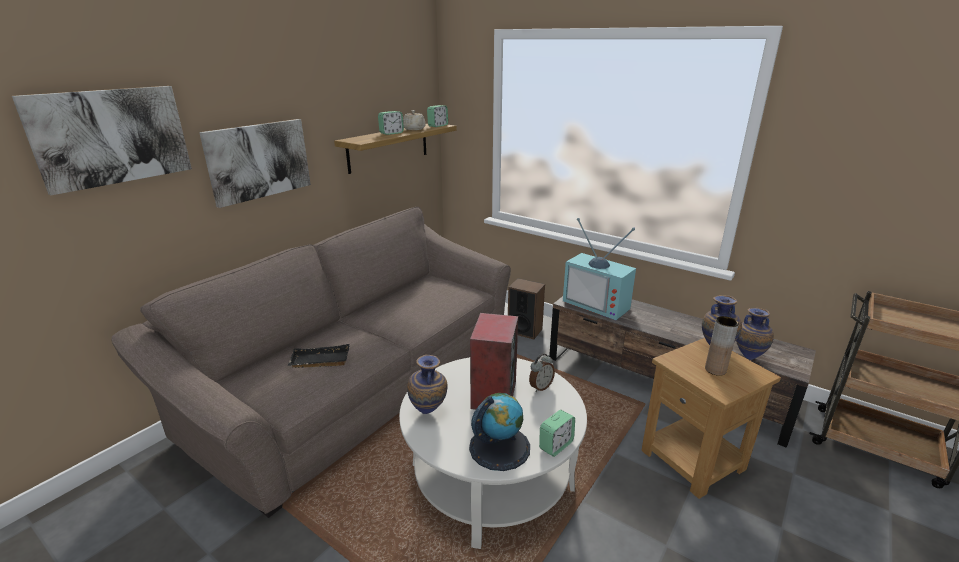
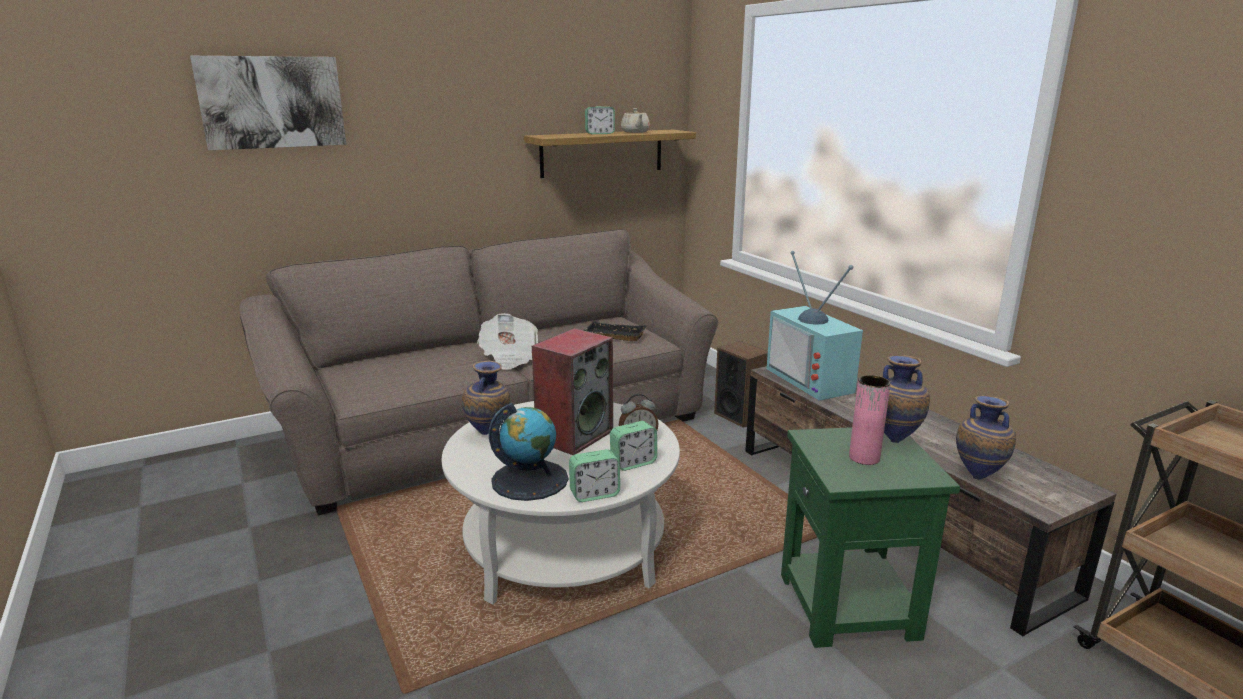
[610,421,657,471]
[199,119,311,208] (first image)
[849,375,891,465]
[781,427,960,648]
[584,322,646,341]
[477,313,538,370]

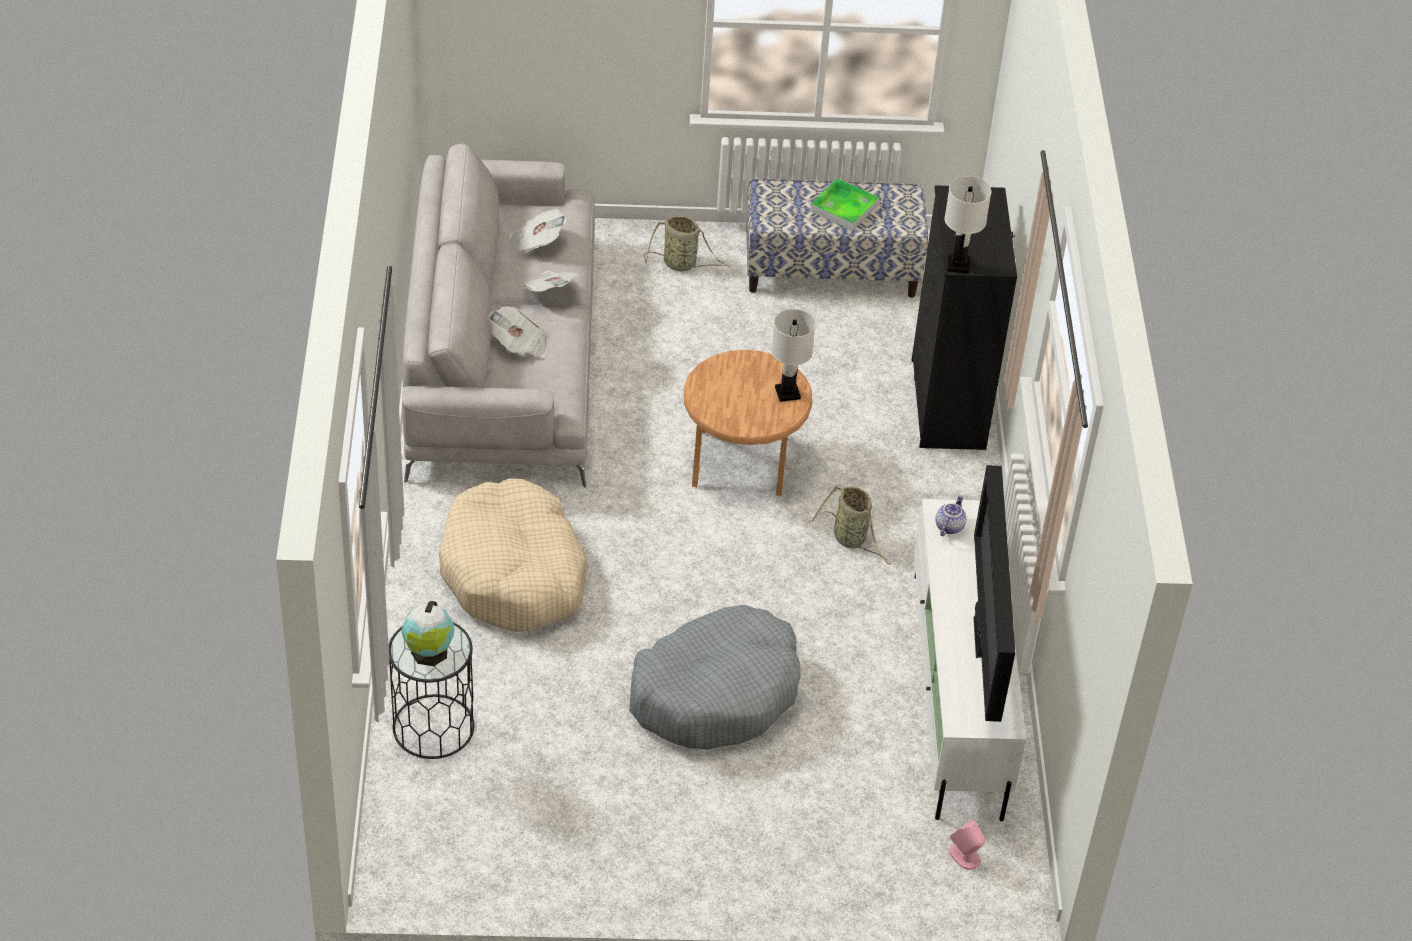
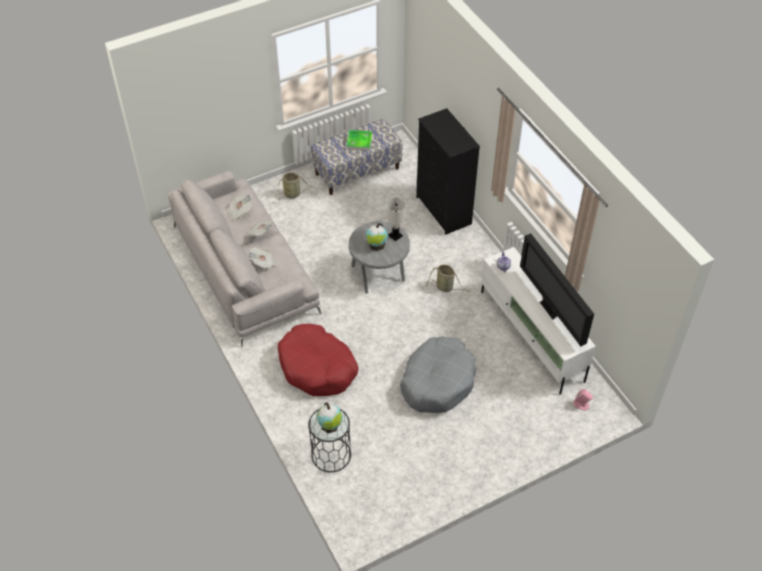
[944,176,991,274] (first image)
[349,221,410,294]
[278,324,358,396]
[366,223,388,251]

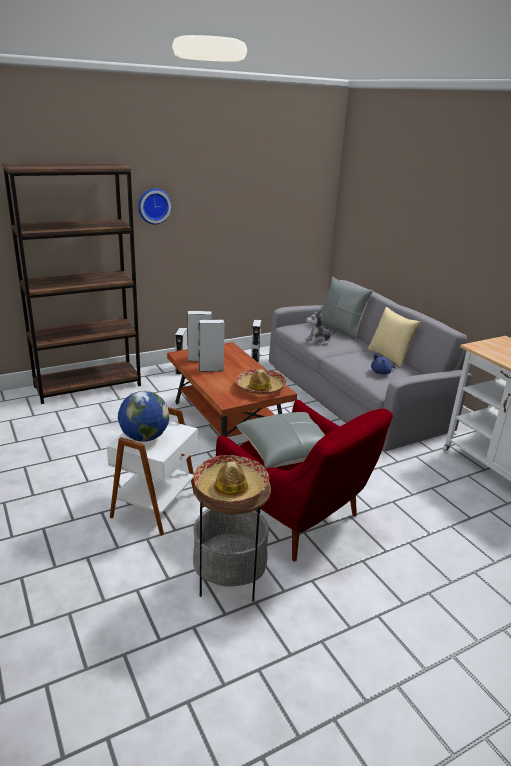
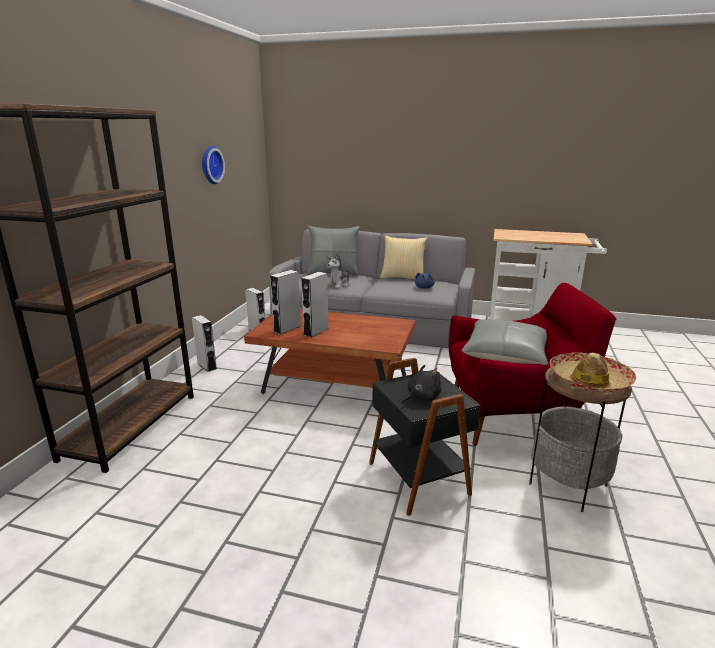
[202,146,225,184]
[235,369,286,395] (first image)
[401,365,441,404]
[369,358,481,516]

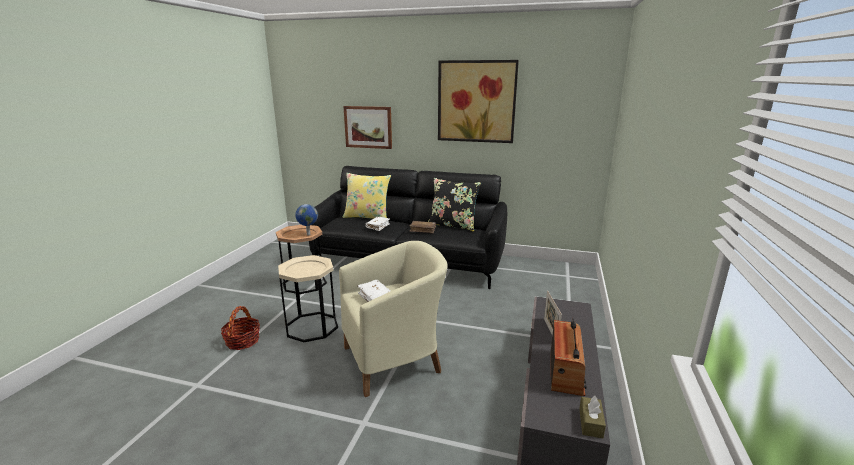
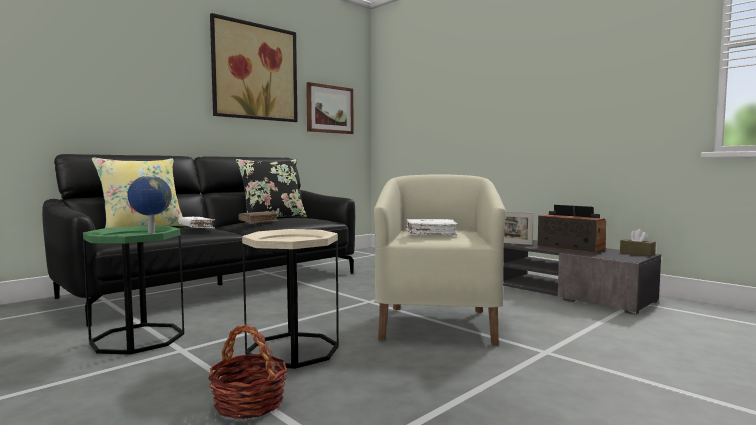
[306,82,354,134]
[83,226,184,354]

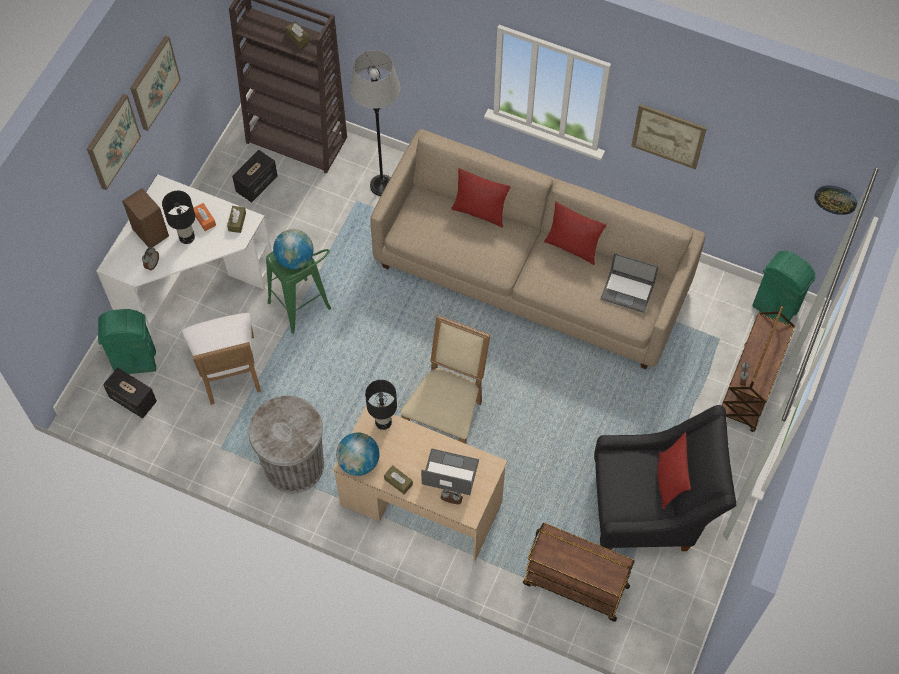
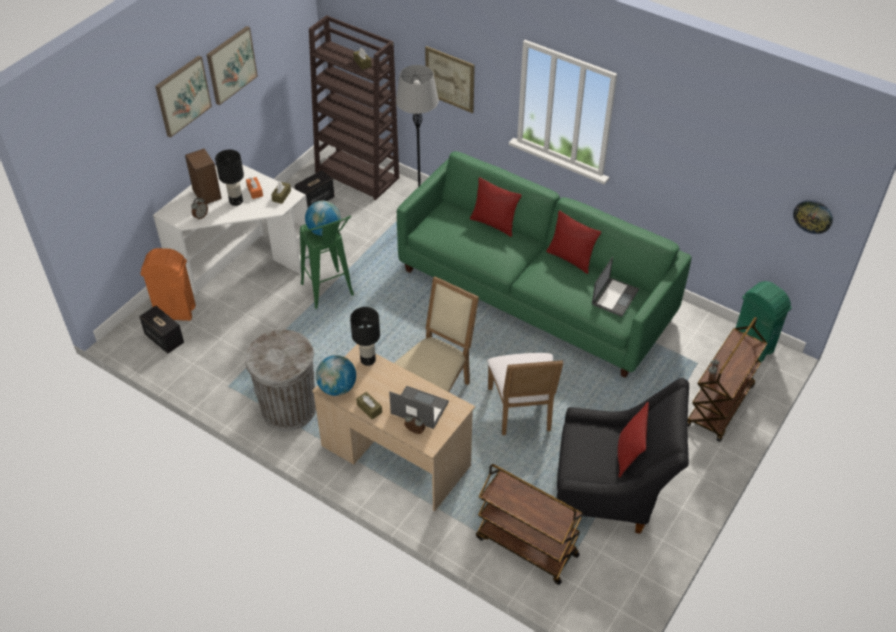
[425,46,475,113]
[397,151,692,378]
[592,257,639,317]
[140,248,196,321]
[487,353,563,435]

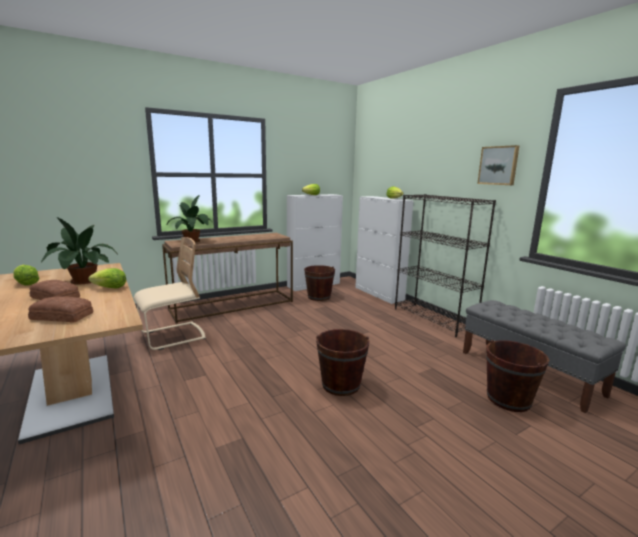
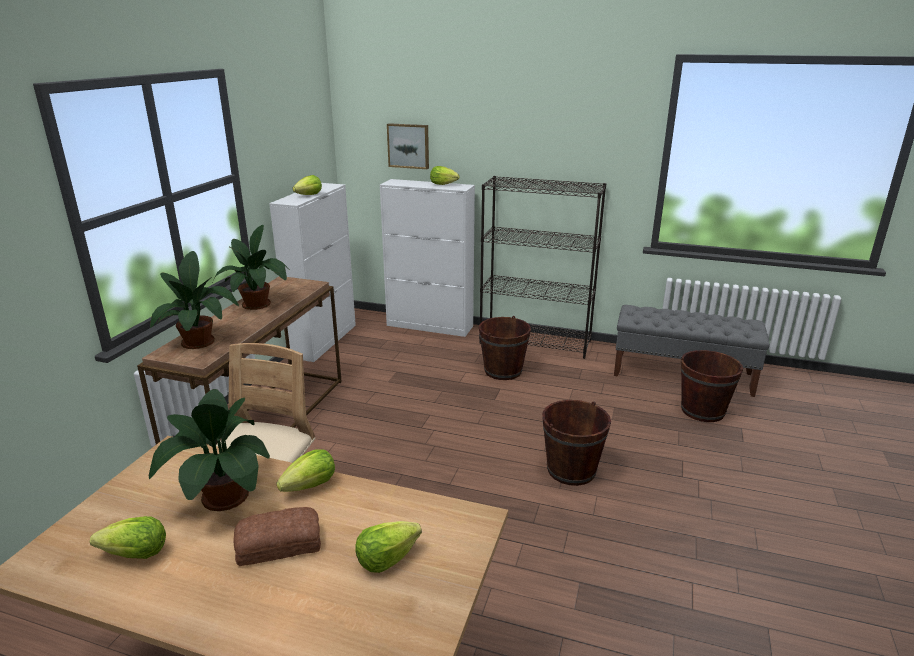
[387,123,429,169]
[479,316,531,380]
[355,521,422,573]
[212,225,290,310]

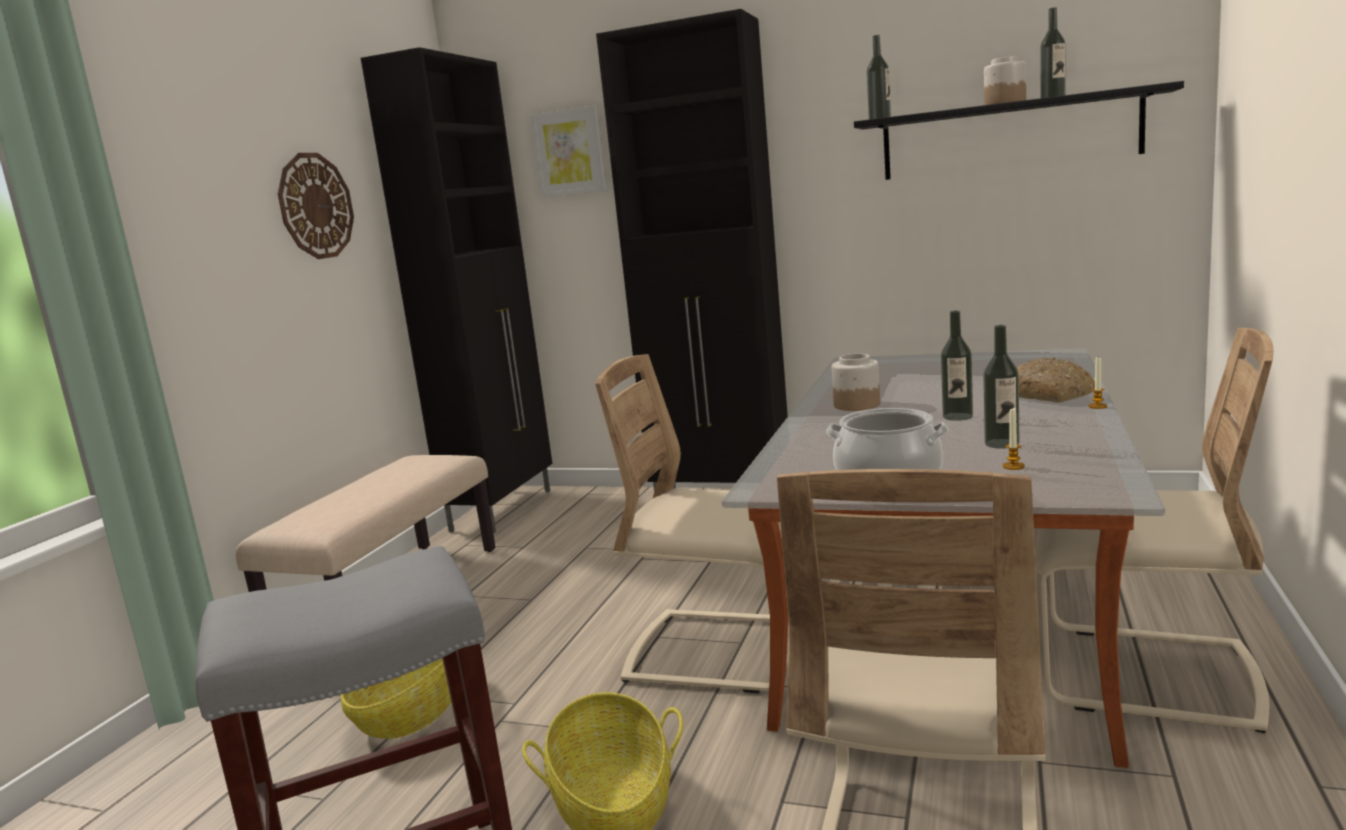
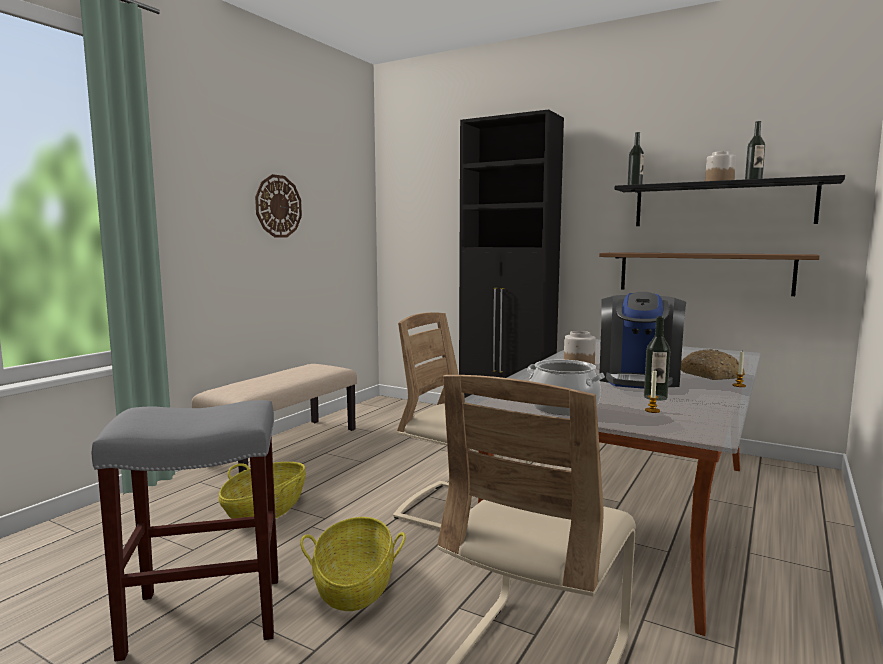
[361,47,552,534] (first image)
[530,106,606,198] (first image)
[599,292,686,389]
[1035,328,1274,733] (first image)
[599,252,820,296]

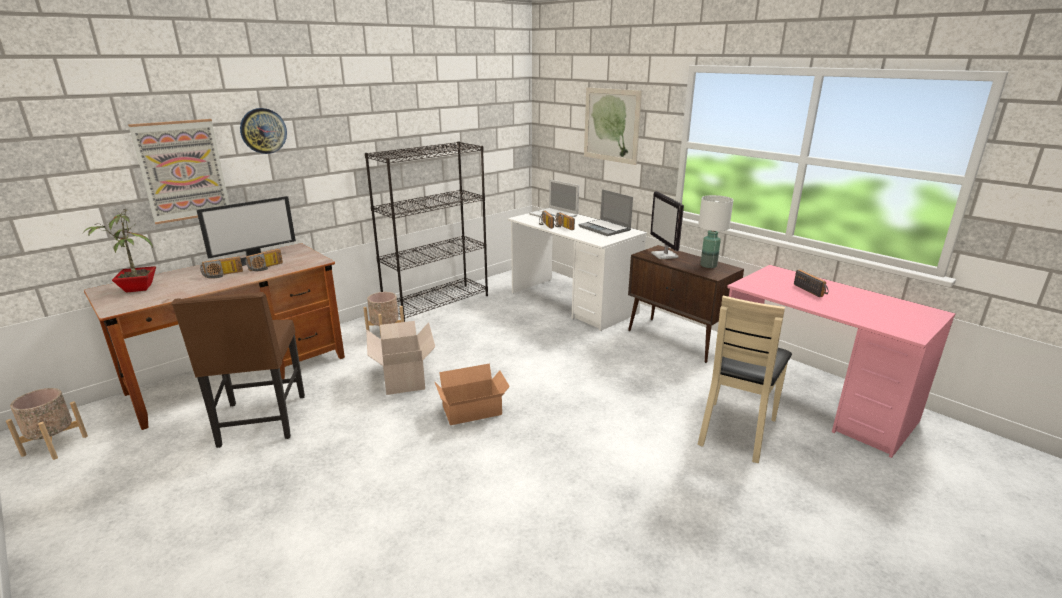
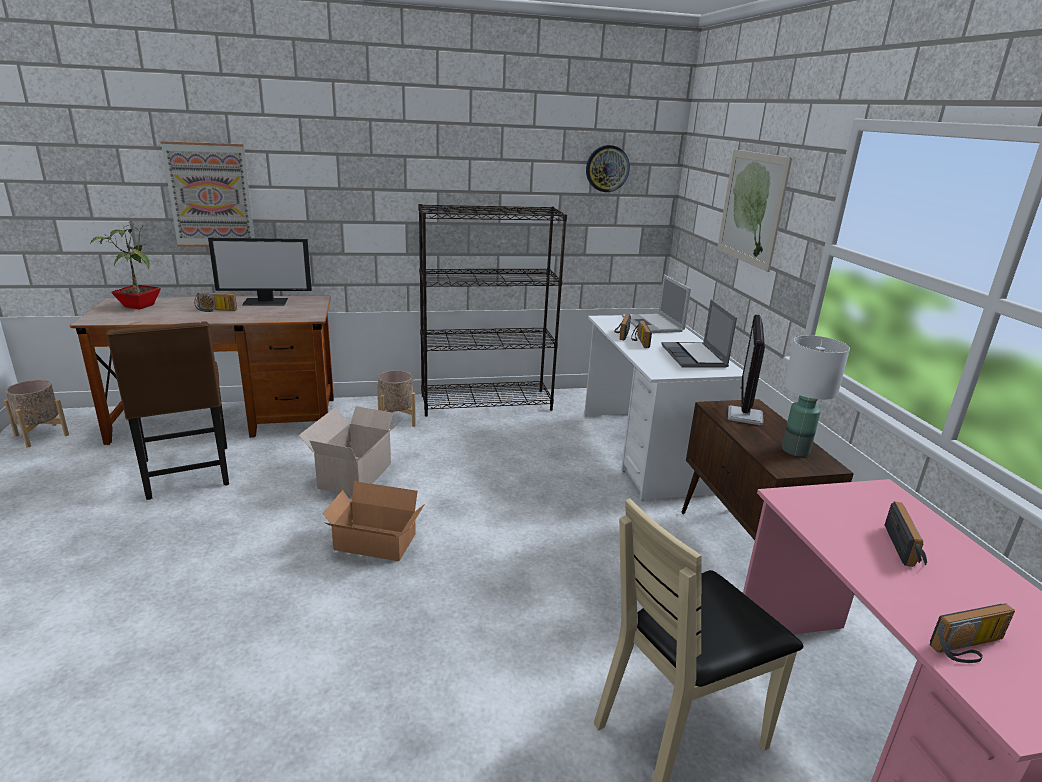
[586,145,630,192]
[930,603,1015,663]
[106,321,229,500]

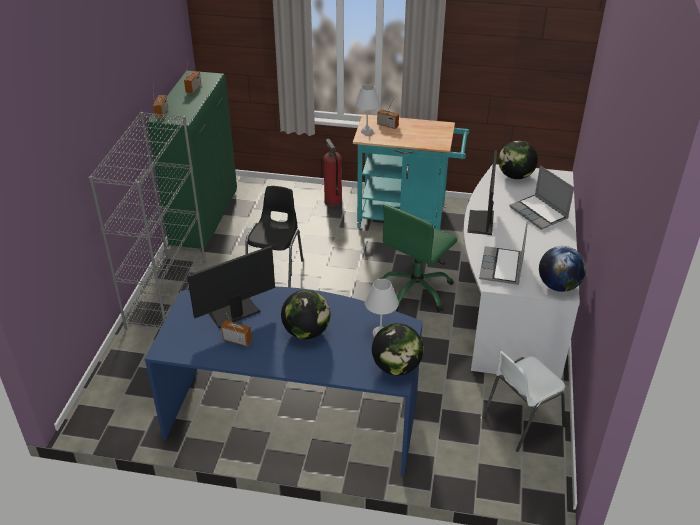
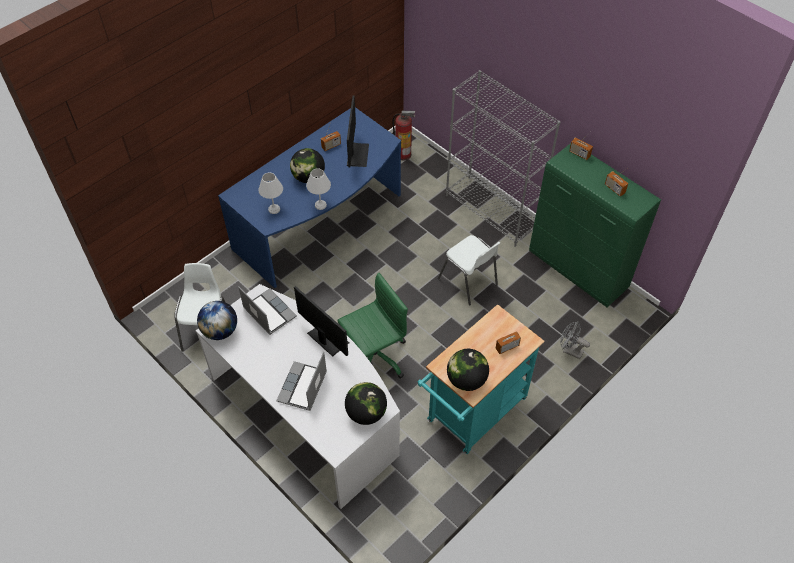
[306,168,331,210]
[392,110,415,161]
[276,352,327,411]
[438,235,500,306]
[337,273,408,379]
[447,349,489,391]
[560,322,590,359]

